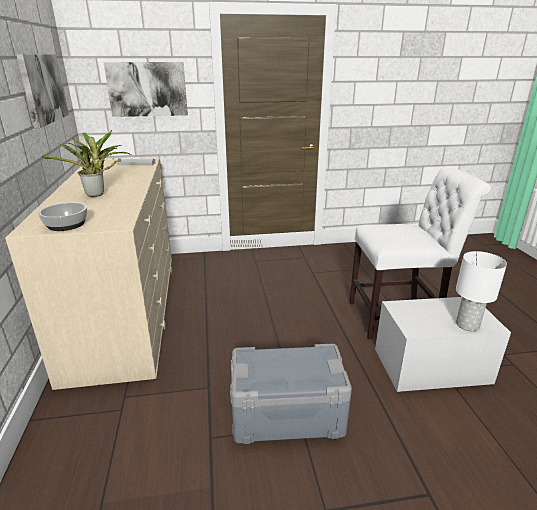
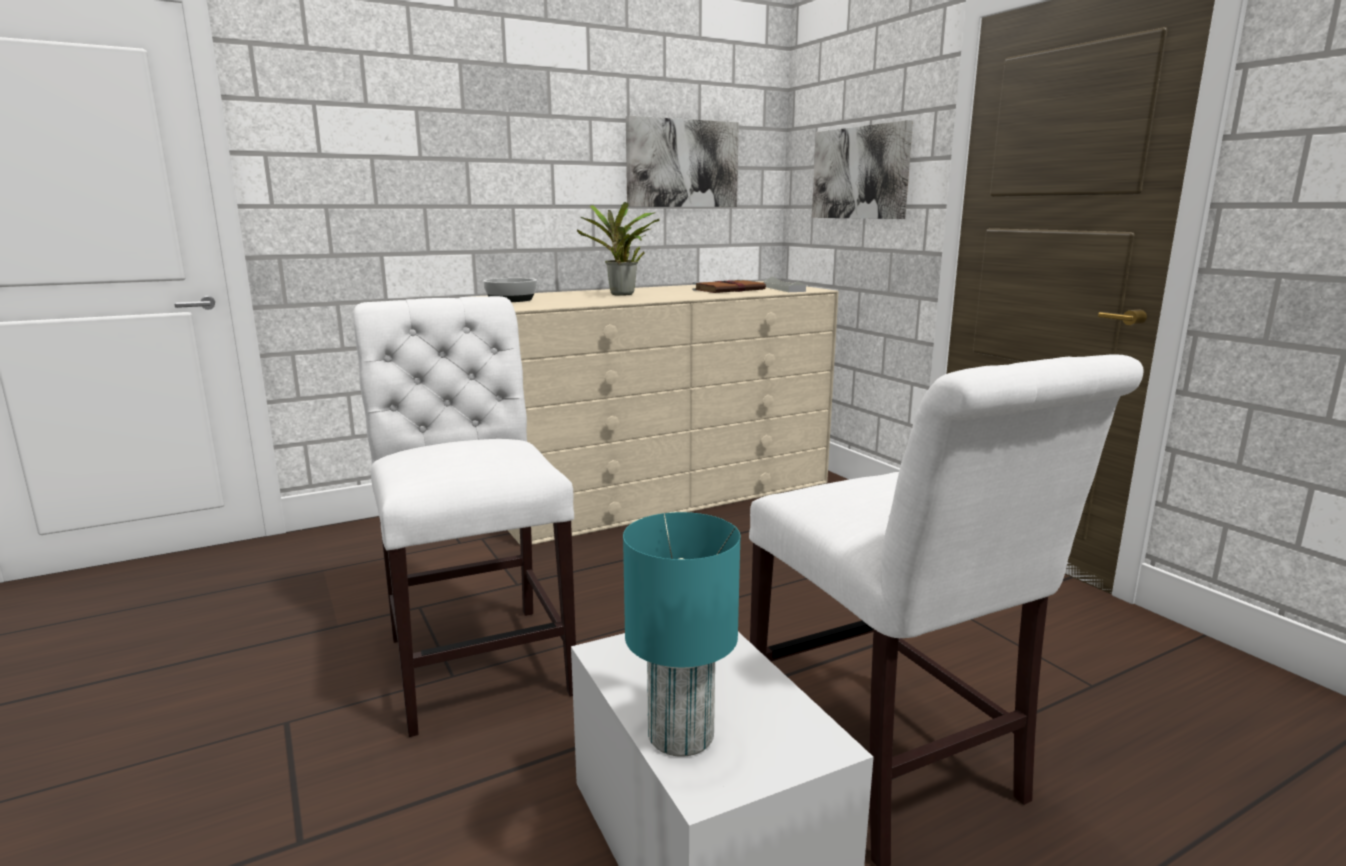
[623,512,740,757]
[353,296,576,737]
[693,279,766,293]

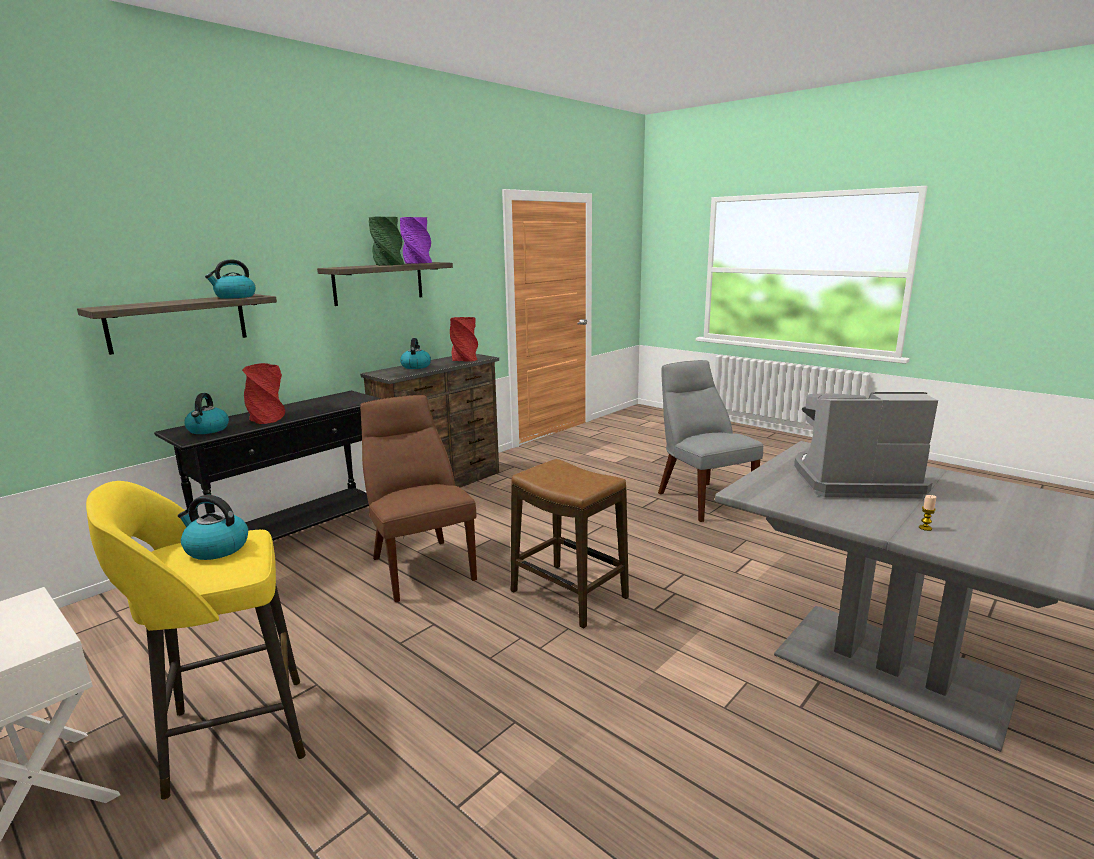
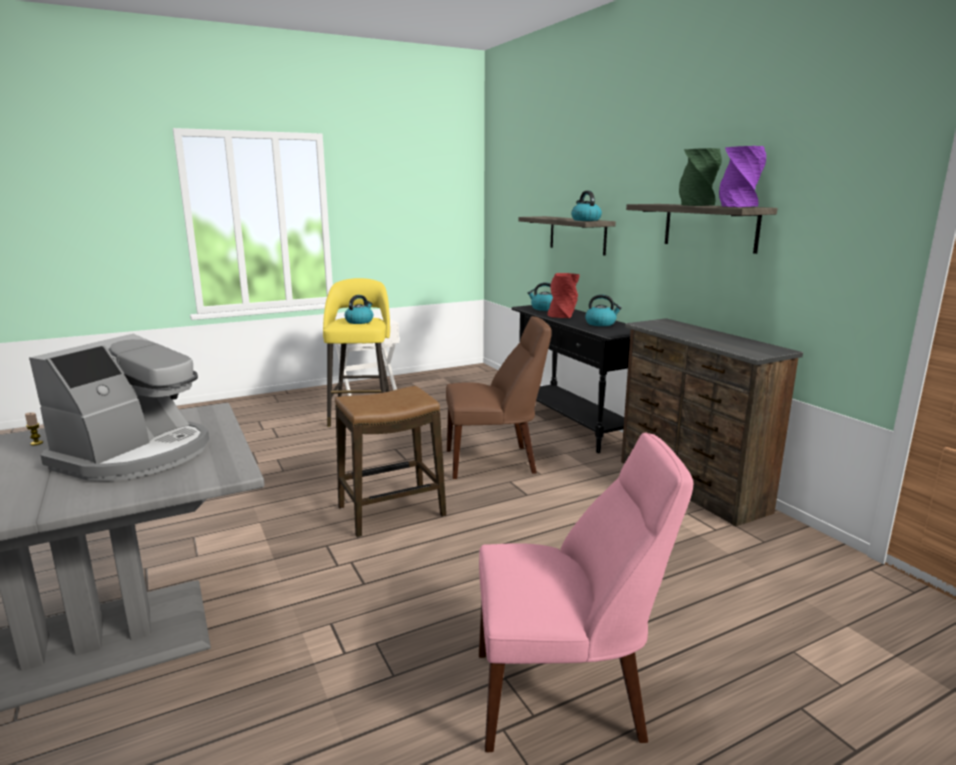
[450,317,478,362] (first image)
[585,294,622,326]
[479,433,693,752]

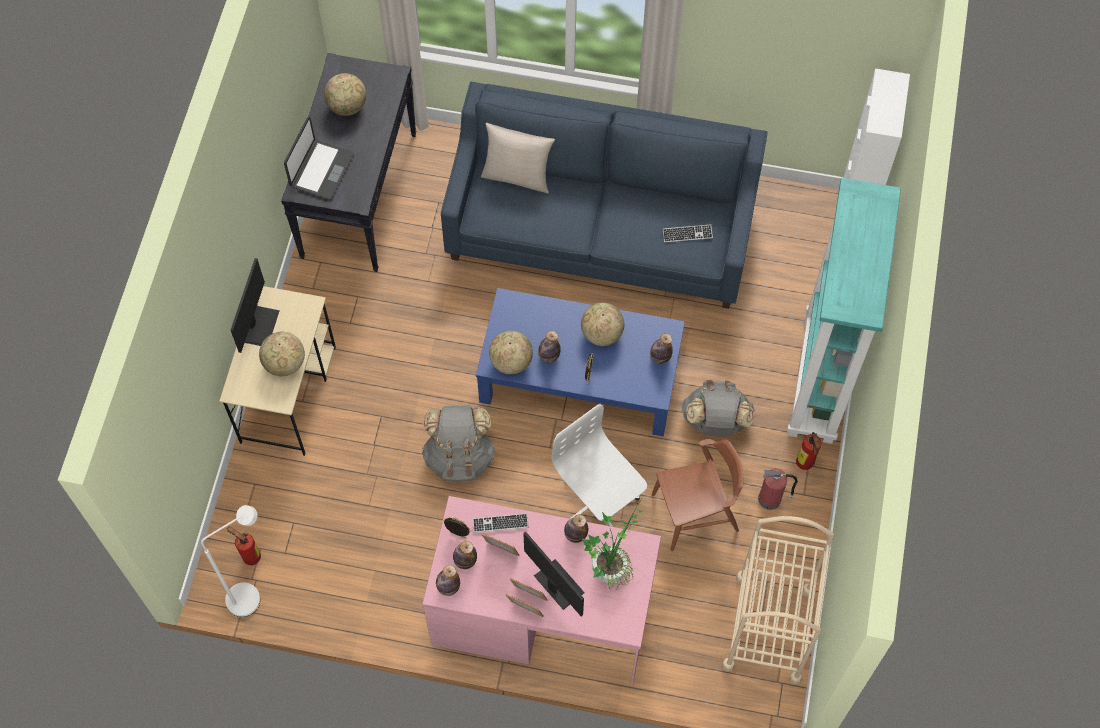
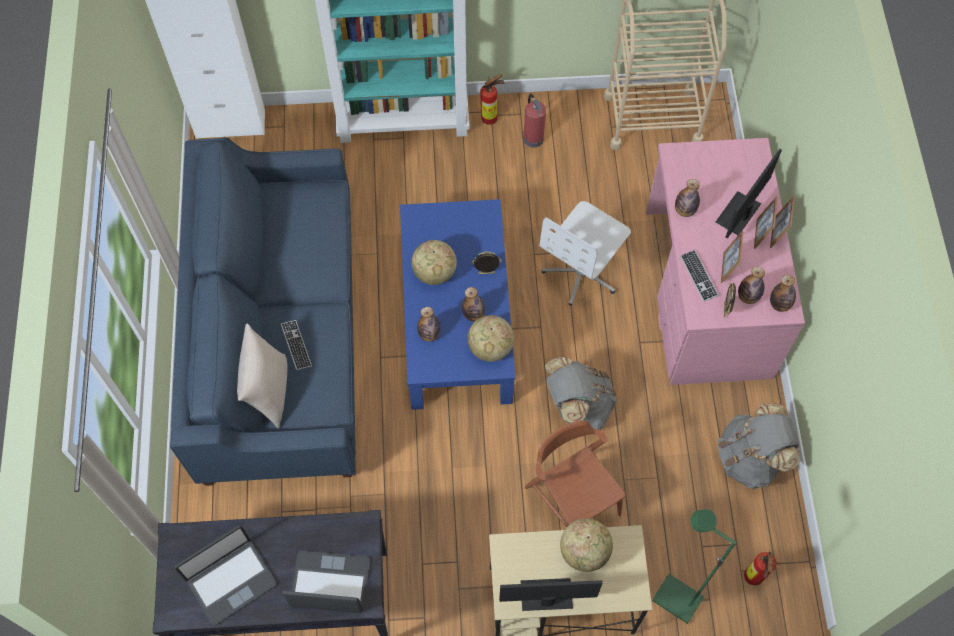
[175,525,277,625]
[281,320,312,370]
[417,307,441,342]
[717,403,800,489]
[525,420,626,527]
[582,501,643,590] (first image)
[201,505,260,617] (first image)
[652,509,736,624]

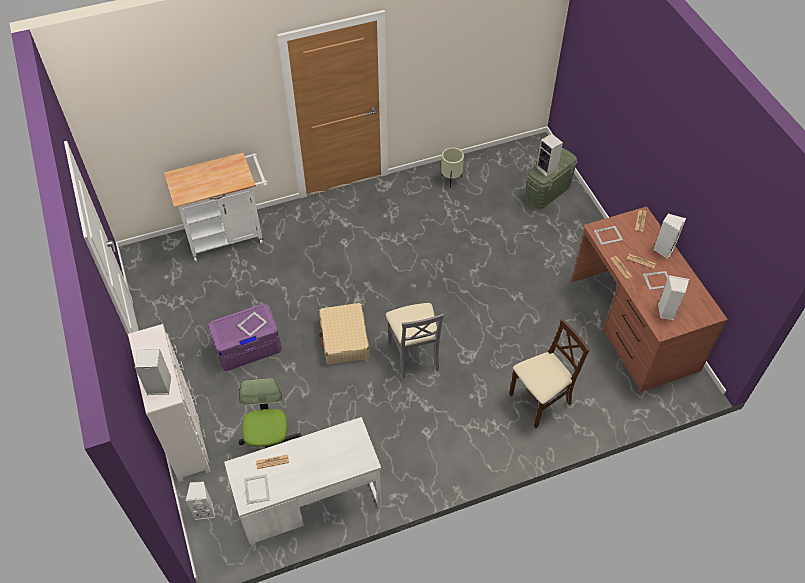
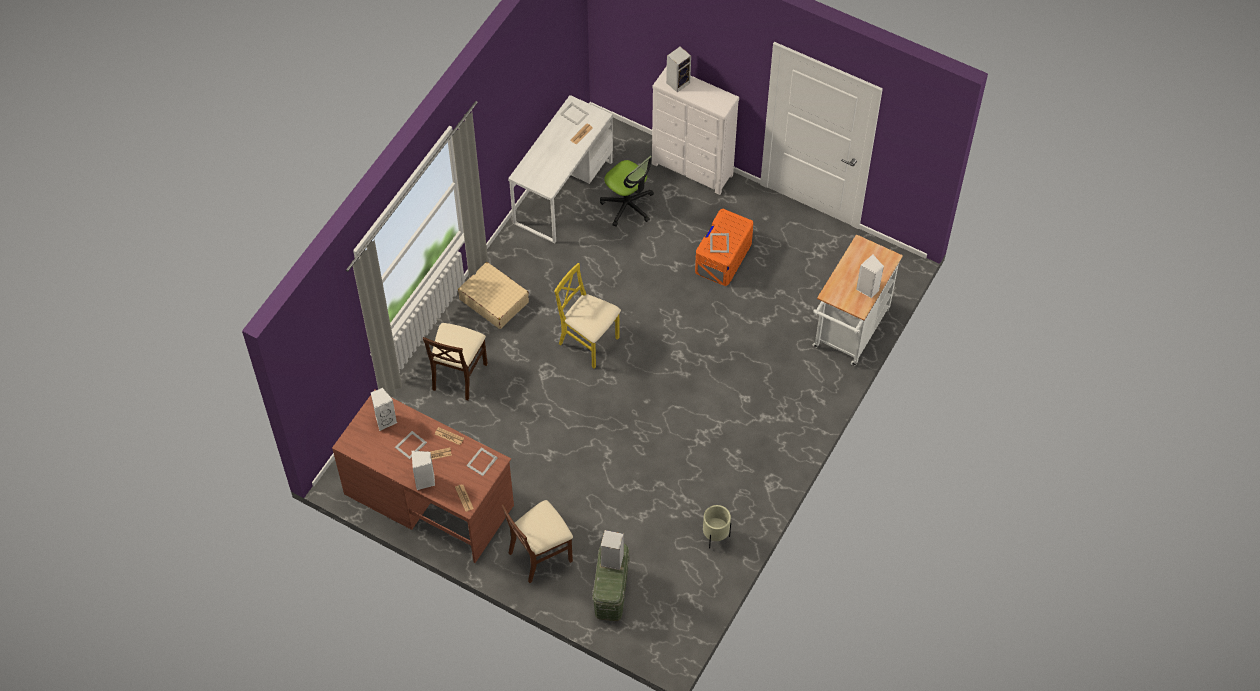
[458,262,529,329]
[554,263,621,368]
[695,208,753,286]
[856,254,884,298]
[502,500,573,583]

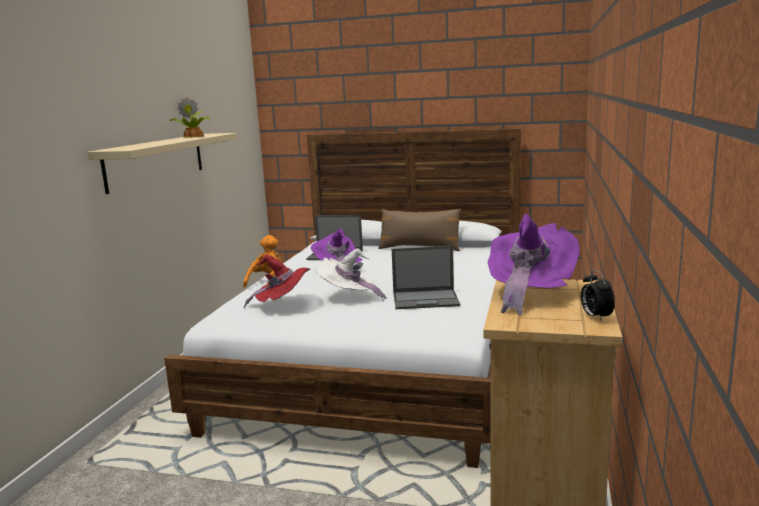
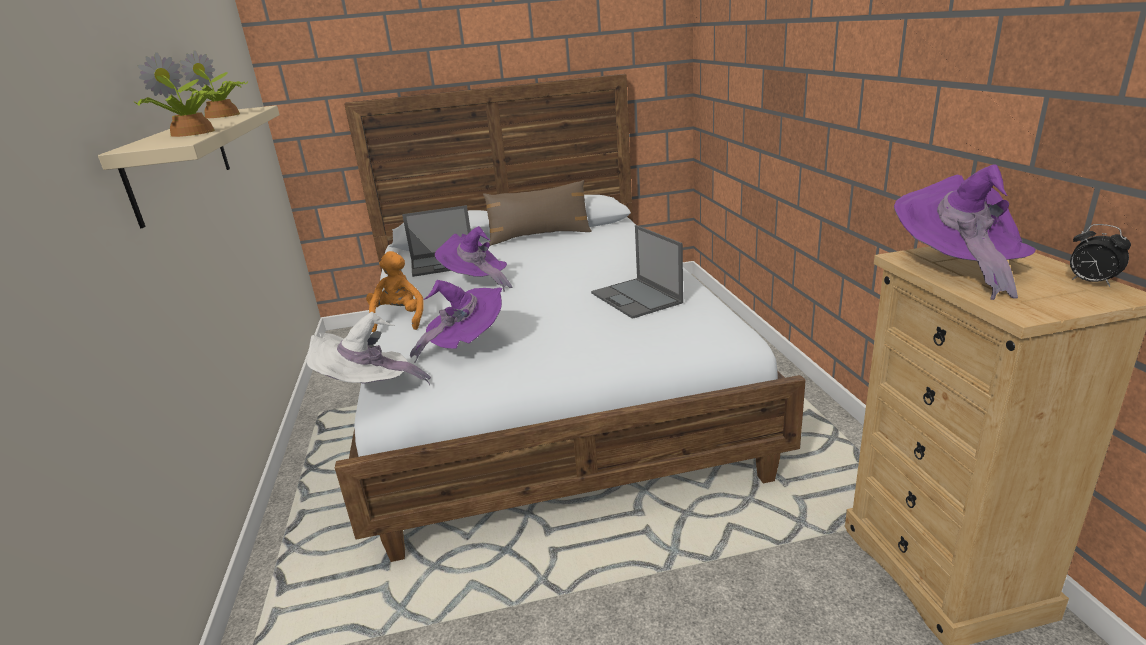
[591,225,683,319]
[307,312,431,385]
[410,280,503,363]
[135,52,224,137]

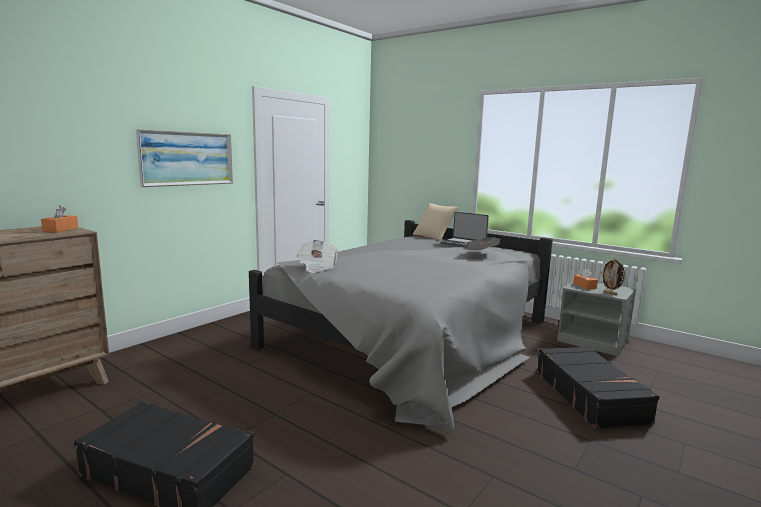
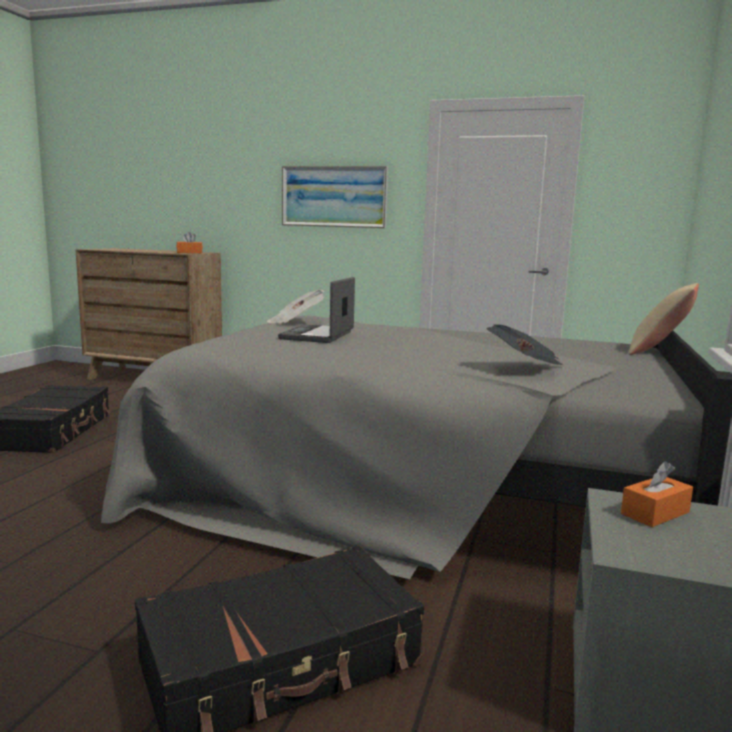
[278,277,355,343]
[601,258,626,296] (first image)

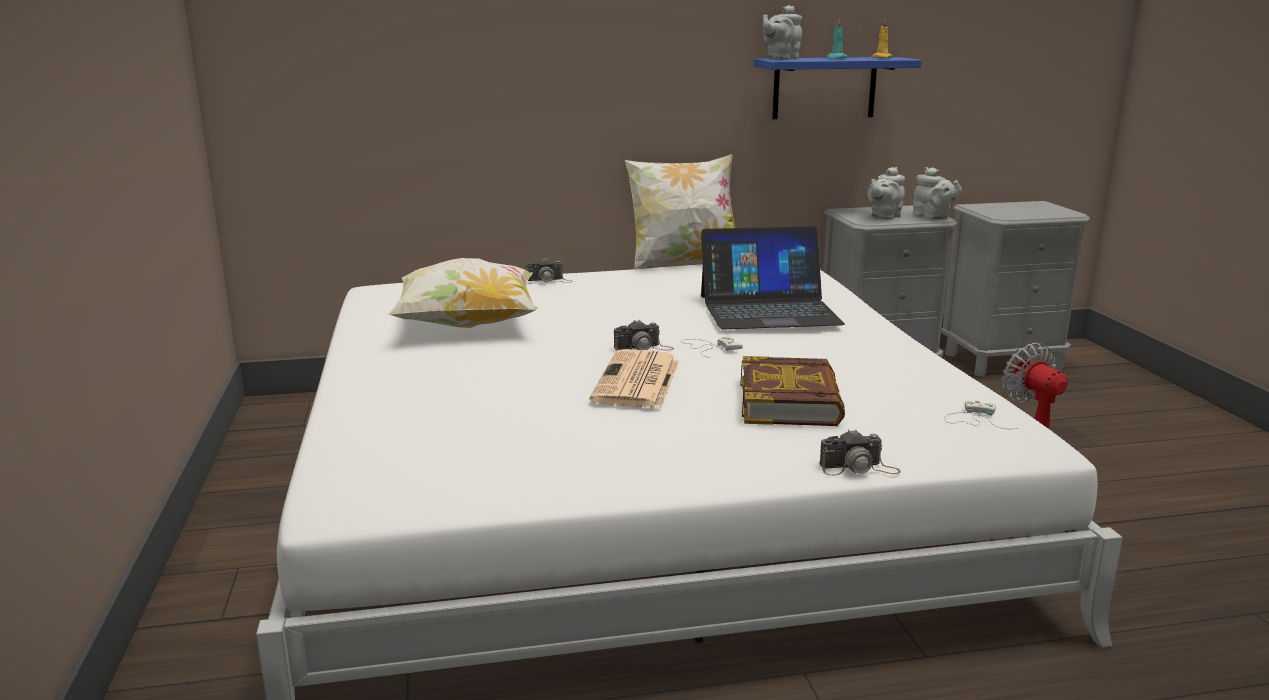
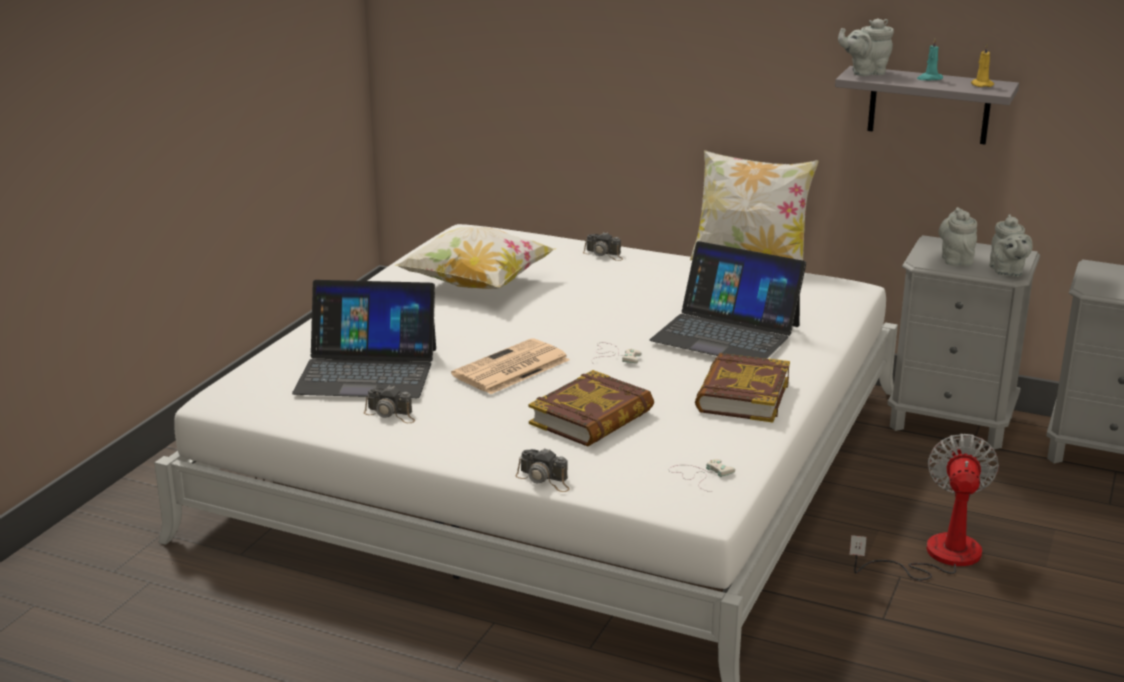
[835,66,1019,144]
[939,207,977,266]
[364,385,415,423]
[292,280,436,398]
[695,353,790,423]

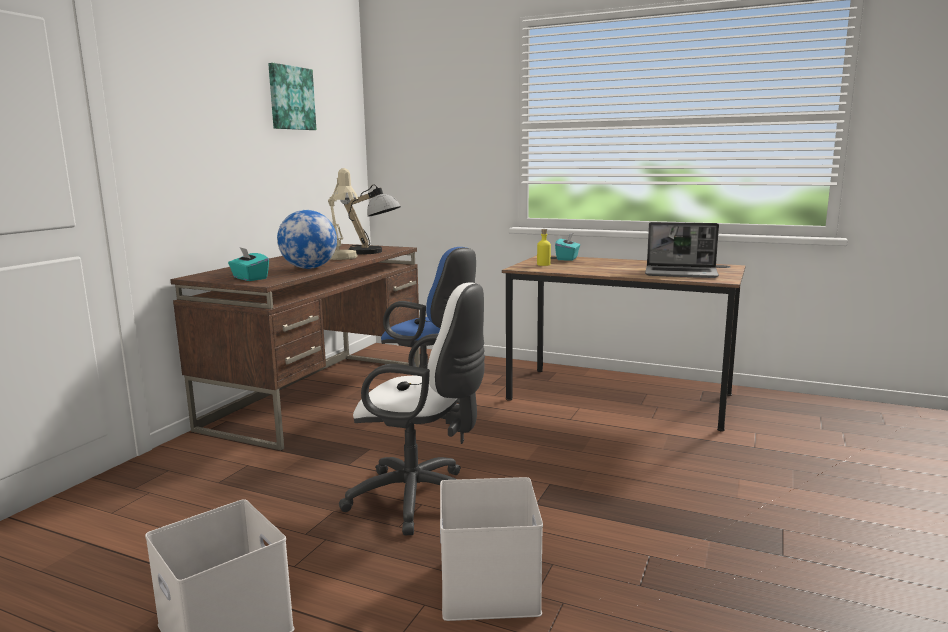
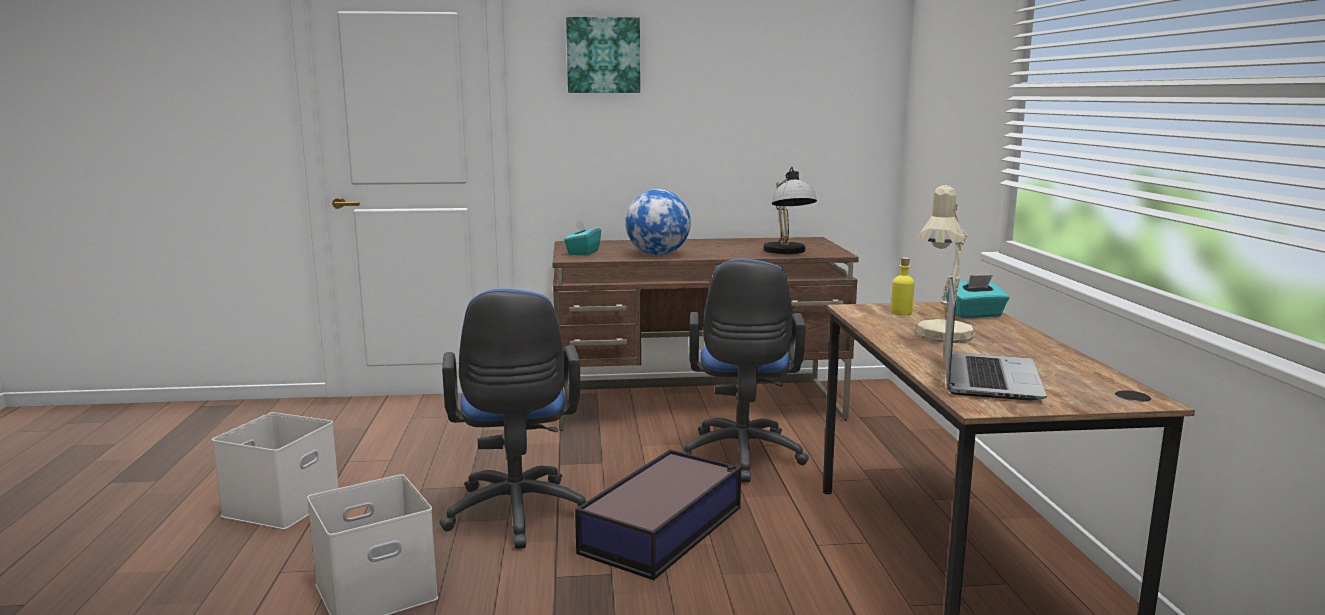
[566,17,640,93]
[916,185,975,343]
[944,277,1047,401]
[439,289,586,549]
[575,450,741,580]

